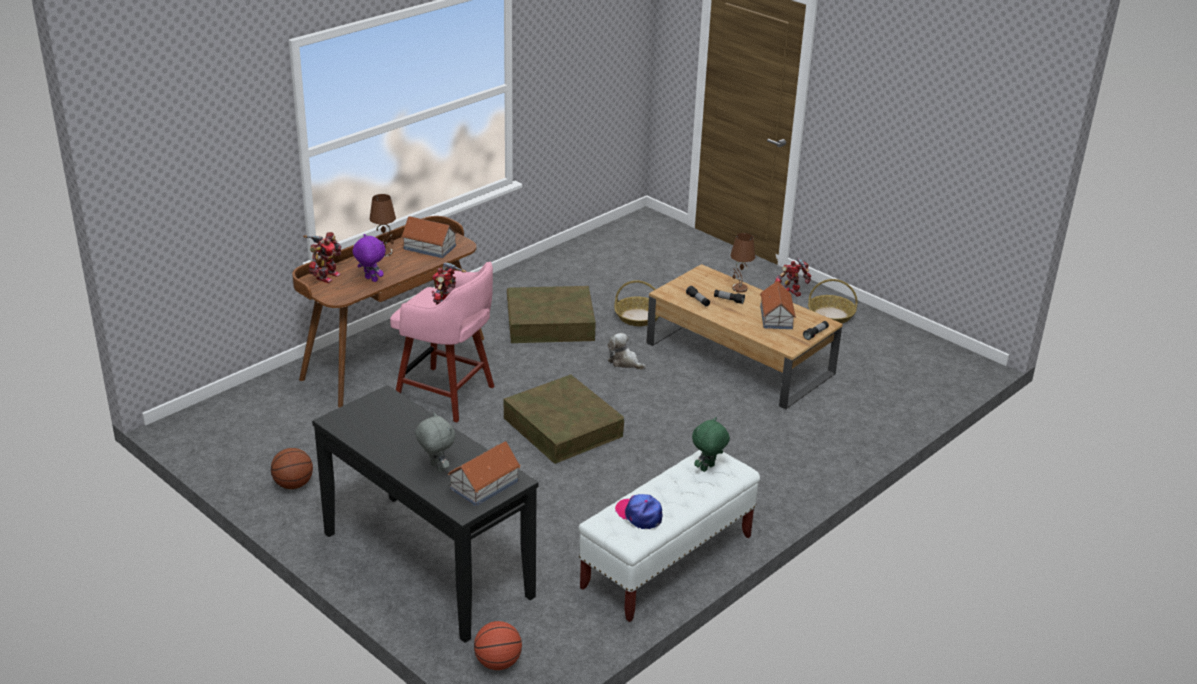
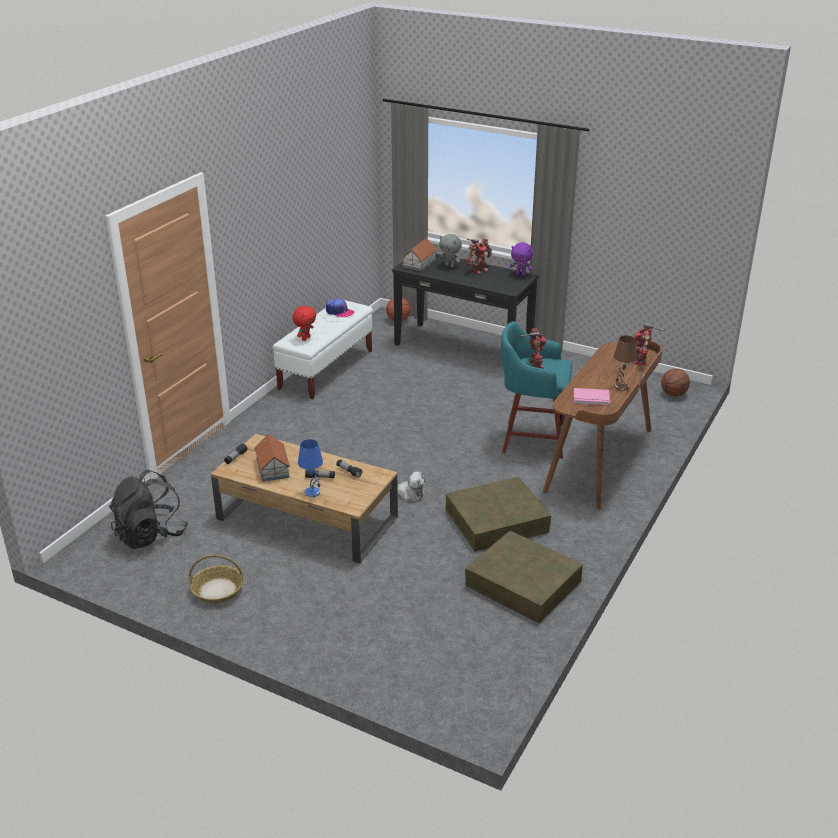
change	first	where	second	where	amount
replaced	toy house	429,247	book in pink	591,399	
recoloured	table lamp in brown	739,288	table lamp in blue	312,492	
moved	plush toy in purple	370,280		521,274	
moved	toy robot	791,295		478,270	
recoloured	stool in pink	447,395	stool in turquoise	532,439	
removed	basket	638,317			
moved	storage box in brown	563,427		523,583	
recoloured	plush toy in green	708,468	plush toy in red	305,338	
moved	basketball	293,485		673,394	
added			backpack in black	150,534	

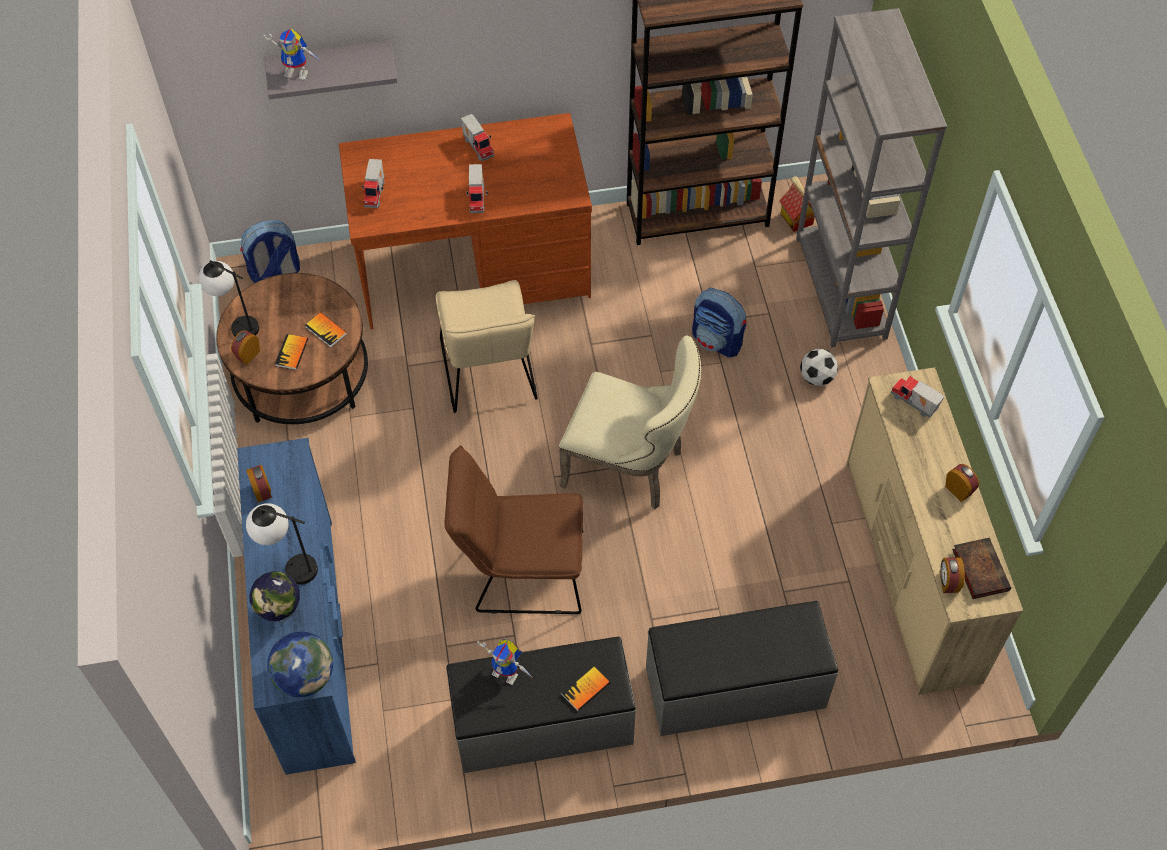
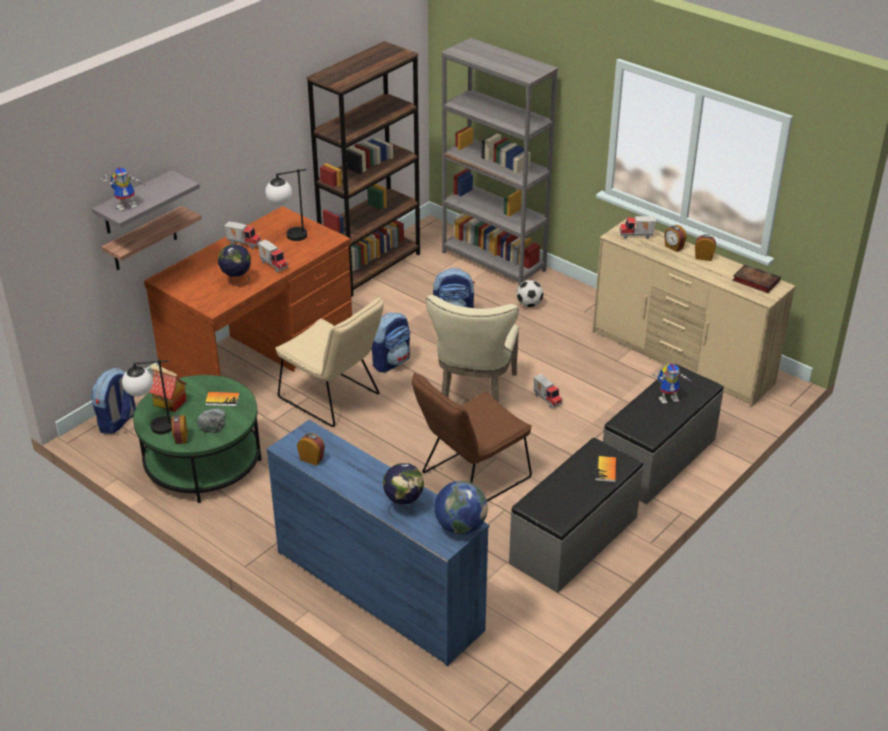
change	first	where	second	where	amount
moved	toy truck	376,193		547,399	
moved	toy house	795,218		169,403	
recoloured	coffee table in brown	302,375	coffee table in green	203,462	
replaced	book	292,352	cap in grey	212,421	
turned	chair in beige	630,467		475,395	120 degrees clockwise
moved	table lamp	289,566		288,237	
moved	alarm clock	948,582		673,247	
moved	toy robot	508,672		669,397	
added			shelf	144,239	
added			globe	236,281	
added			backpack	391,362	

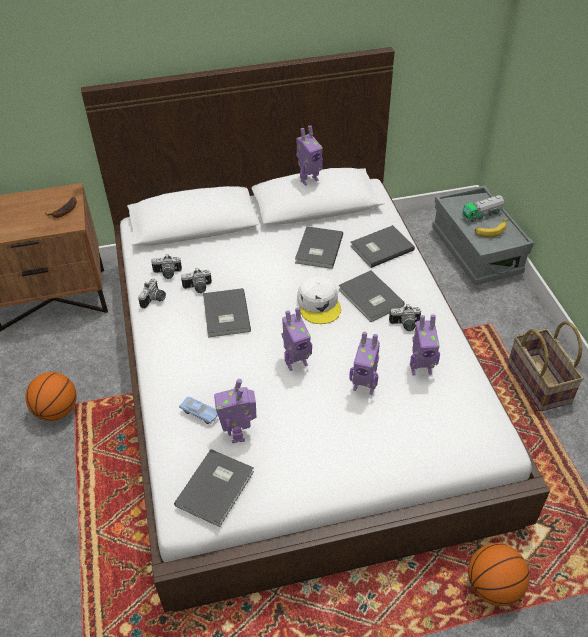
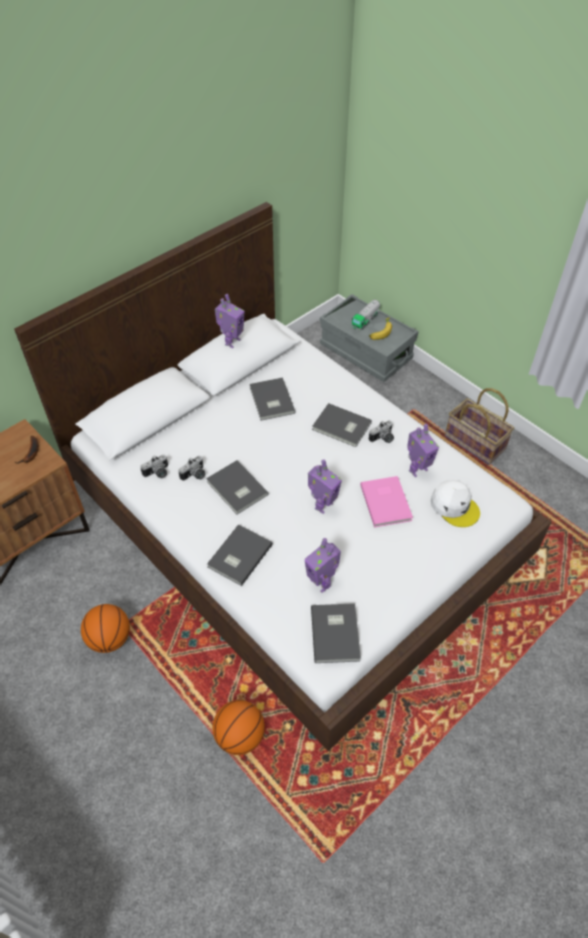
change	first	where	second	where	amount
moved	book in grey	380,247		238,556	
moved	cap in white	319,304		454,506	
removed	photo camera	154,300			
replaced	toy robot	364,386	book in pink	387,501	
removed	toy car in blue	199,413			
moved	basketball	493,587		240,736	

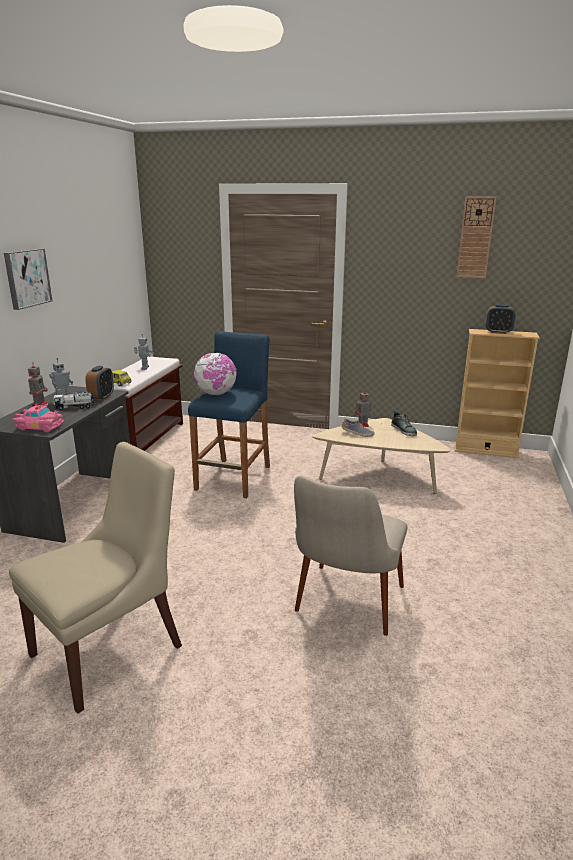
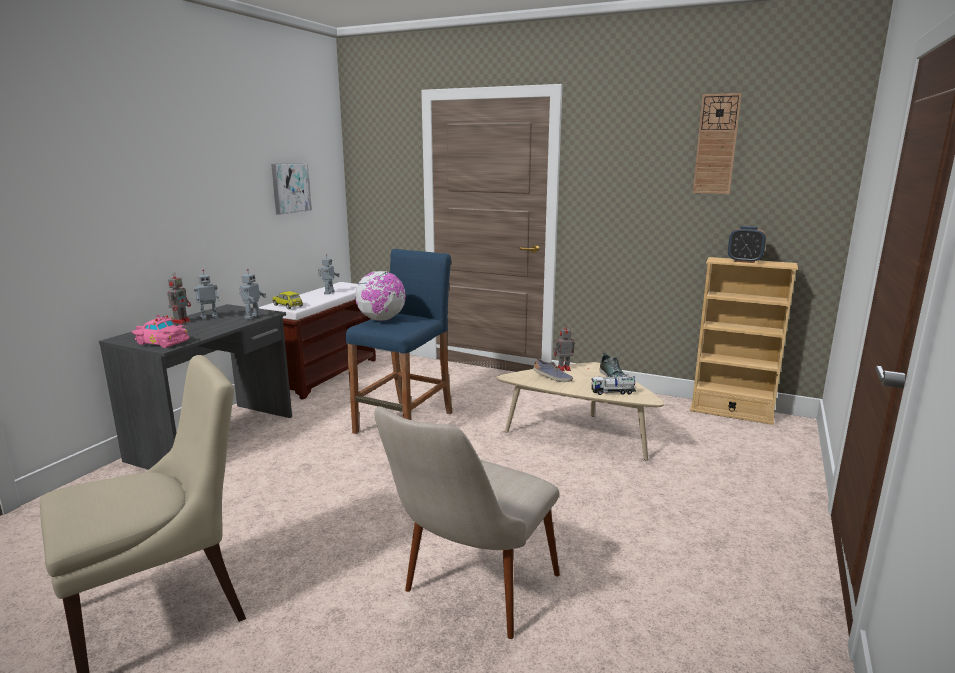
change	first	where	second	where	amount
moved	picture	27,278		290,188	
replaced	alarm clock	101,397	toy robot	252,317	
moved	toy truck	74,407		613,392	

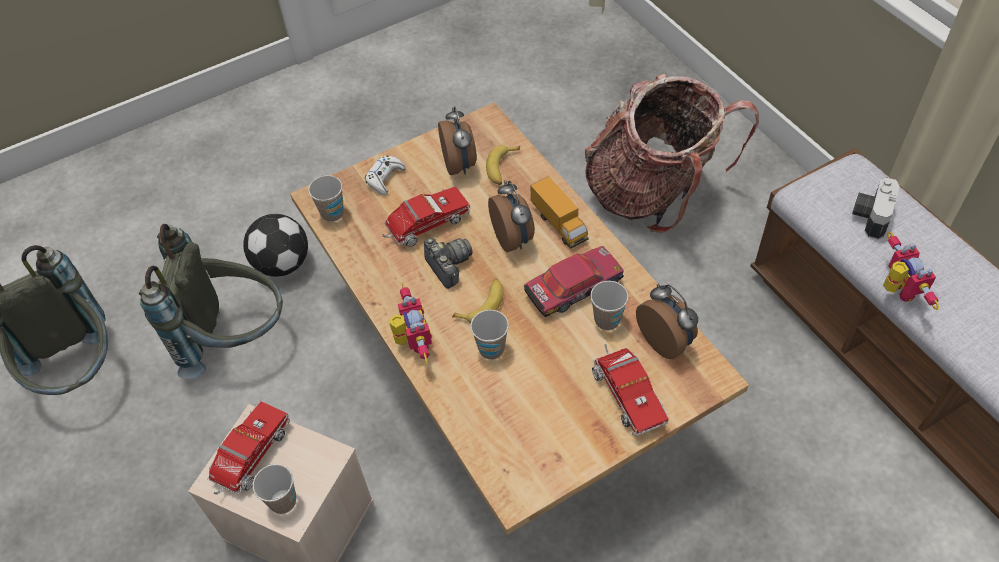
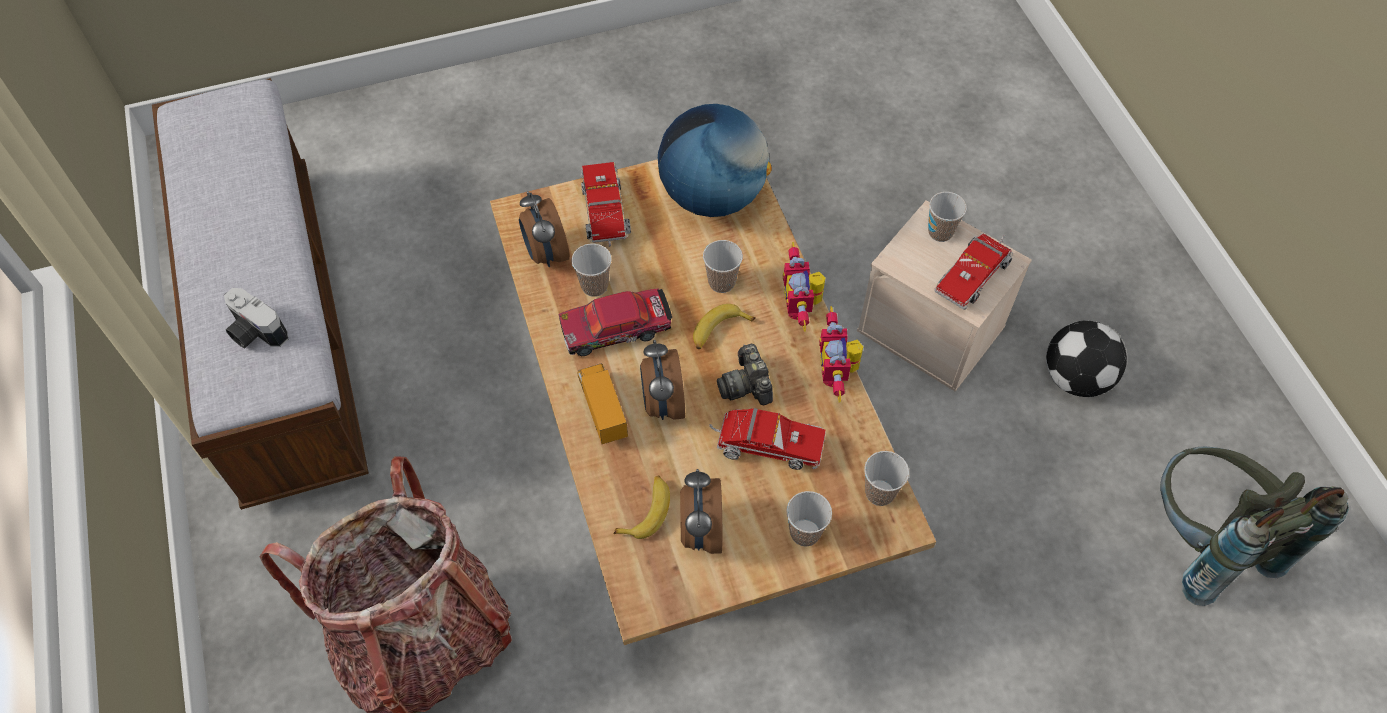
change	first	where	second	where	amount
replaced	game controller in white	385,178	cup	805,533	
turned	photo camera	869,216		254,333	90 degrees clockwise
turned	toy truck	425,226		764,446	150 degrees counterclockwise
moved	football	281,264		1076,378	
removed	backpack in grey	236,340			
moved	toy robot	896,291		837,373	
added			globe	712,196	

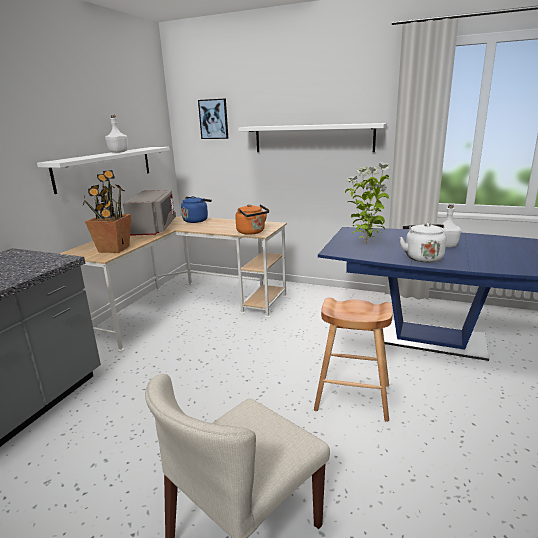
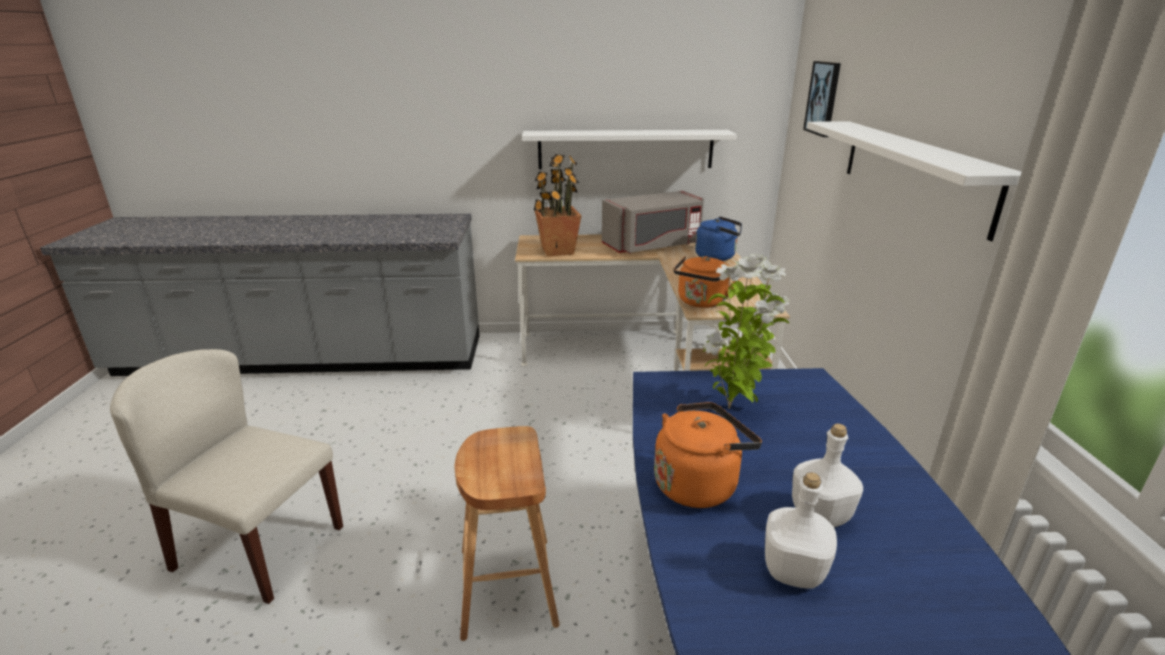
change	first	where	second	where	amount
moved	bottle in white	118,152		791,571	
recoloured	kettle in white	422,257	kettle in orange	698,484	

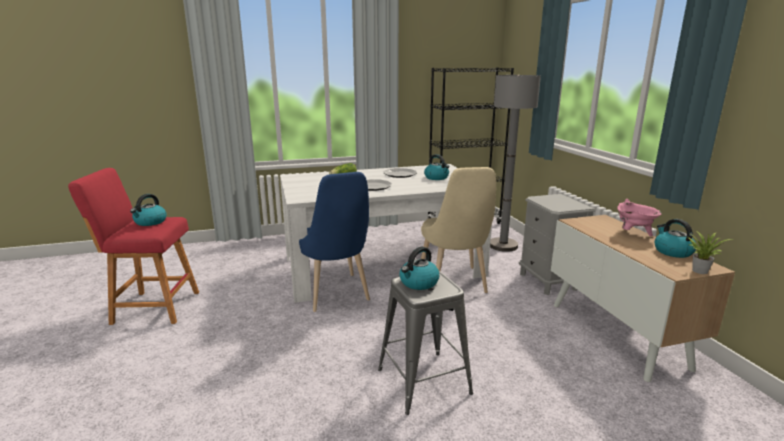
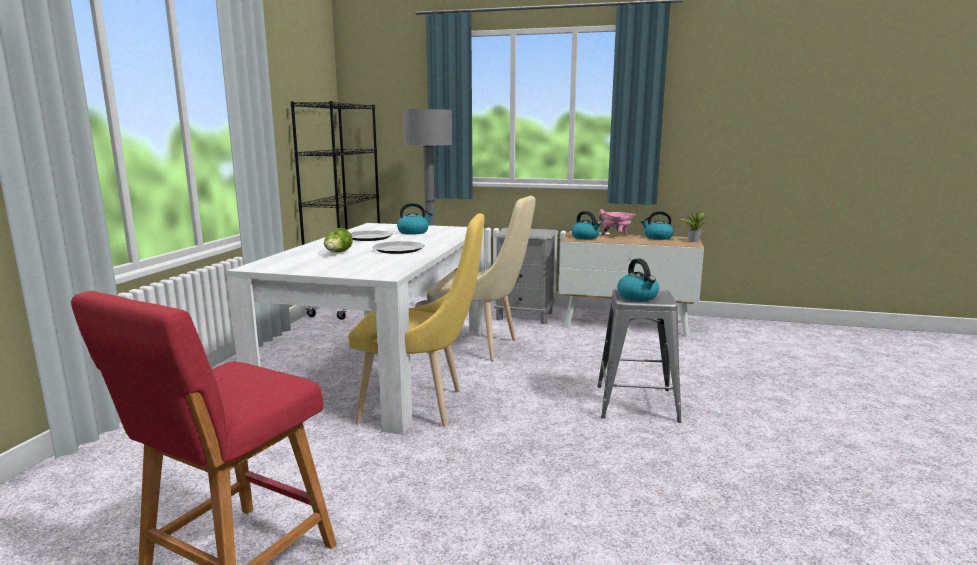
change	first	where	second	where	amount
recoloured	chair in blue	335,295	chair in yellow	419,406	
moved	kettle	150,222		586,237	

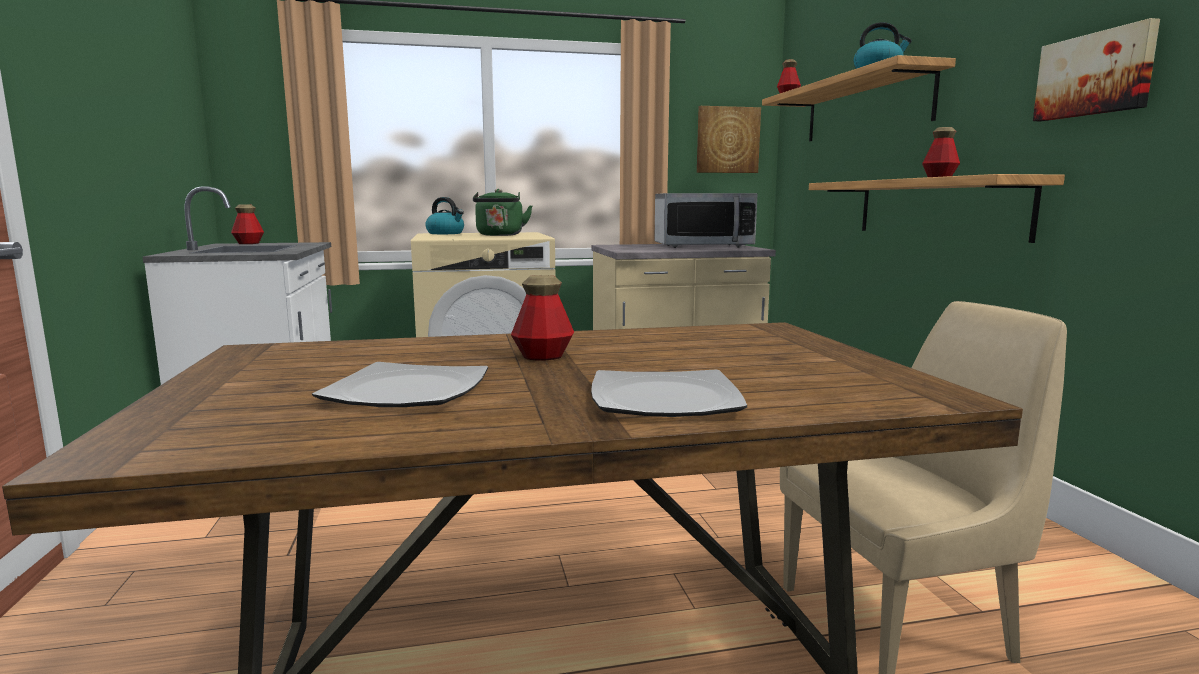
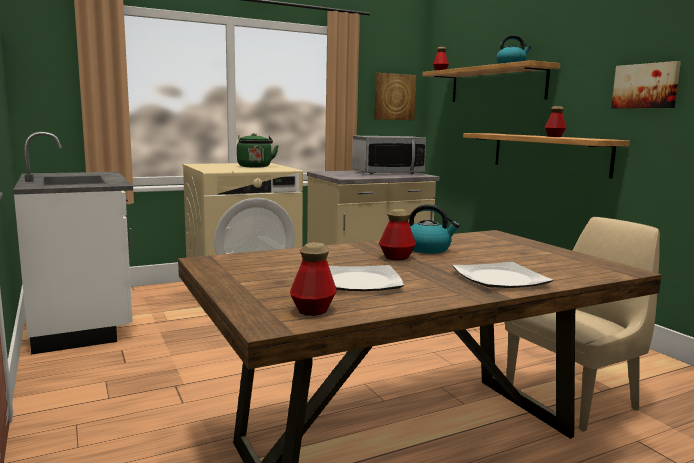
change	first	where	second	where	amount
moved	kettle	446,233		428,249	
moved	bottle	248,243		313,310	

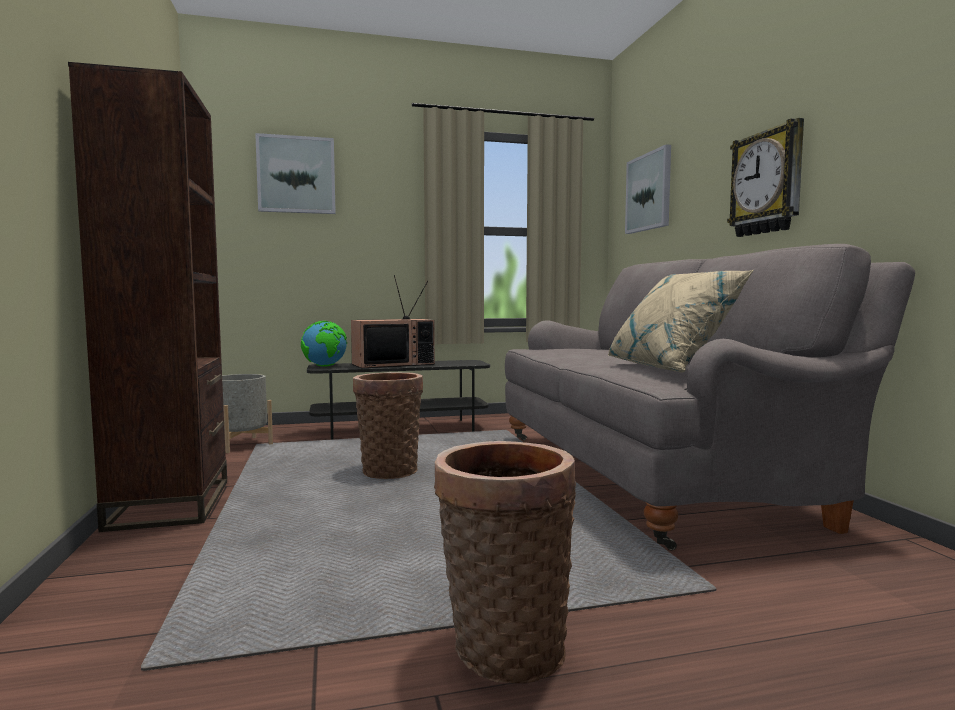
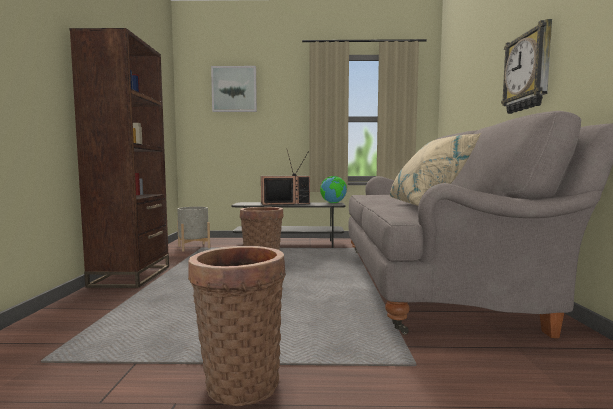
change	first	where	second	where	amount
removed	picture	649,192			
moved	globe	325,366		333,203	

